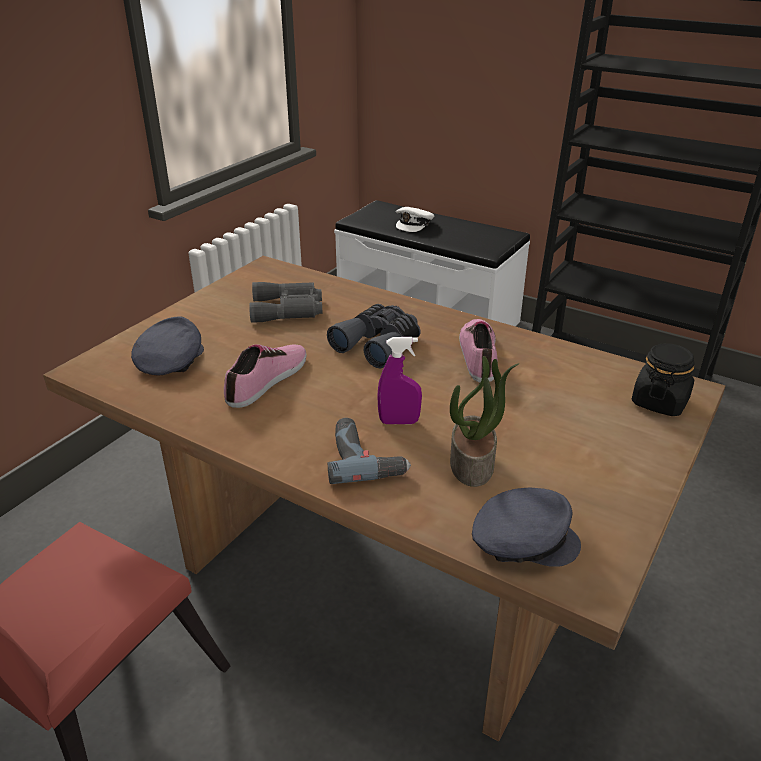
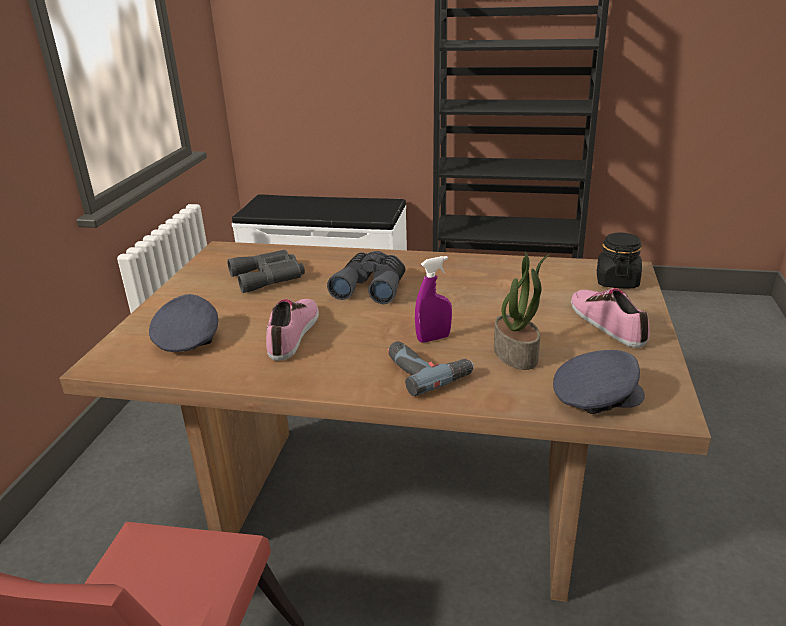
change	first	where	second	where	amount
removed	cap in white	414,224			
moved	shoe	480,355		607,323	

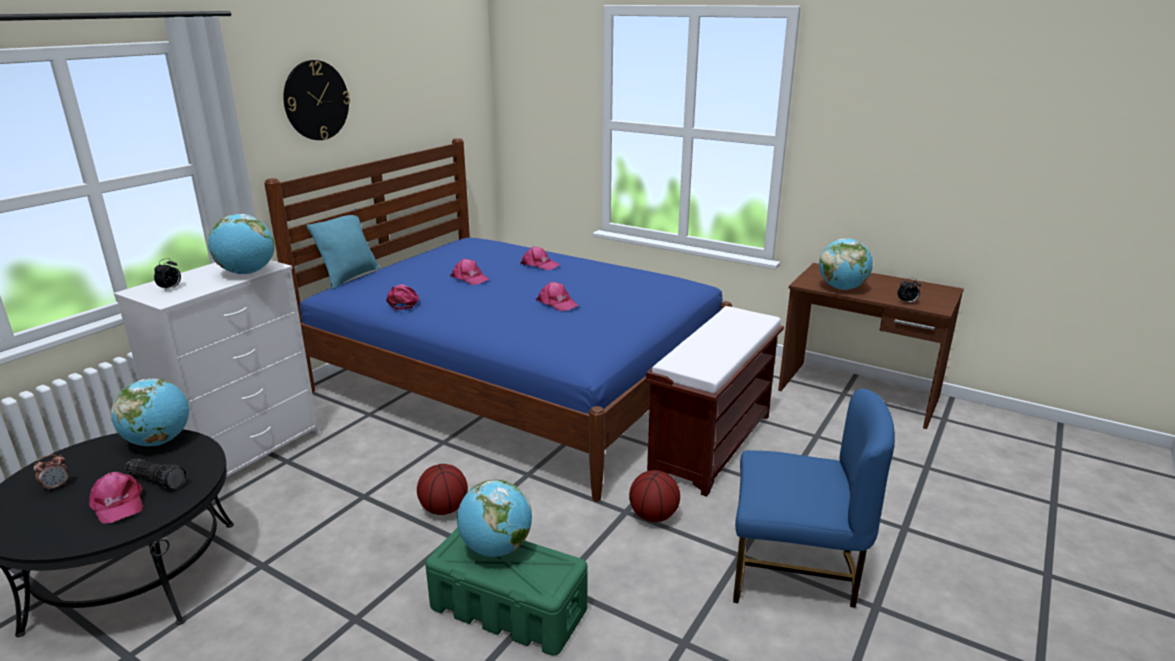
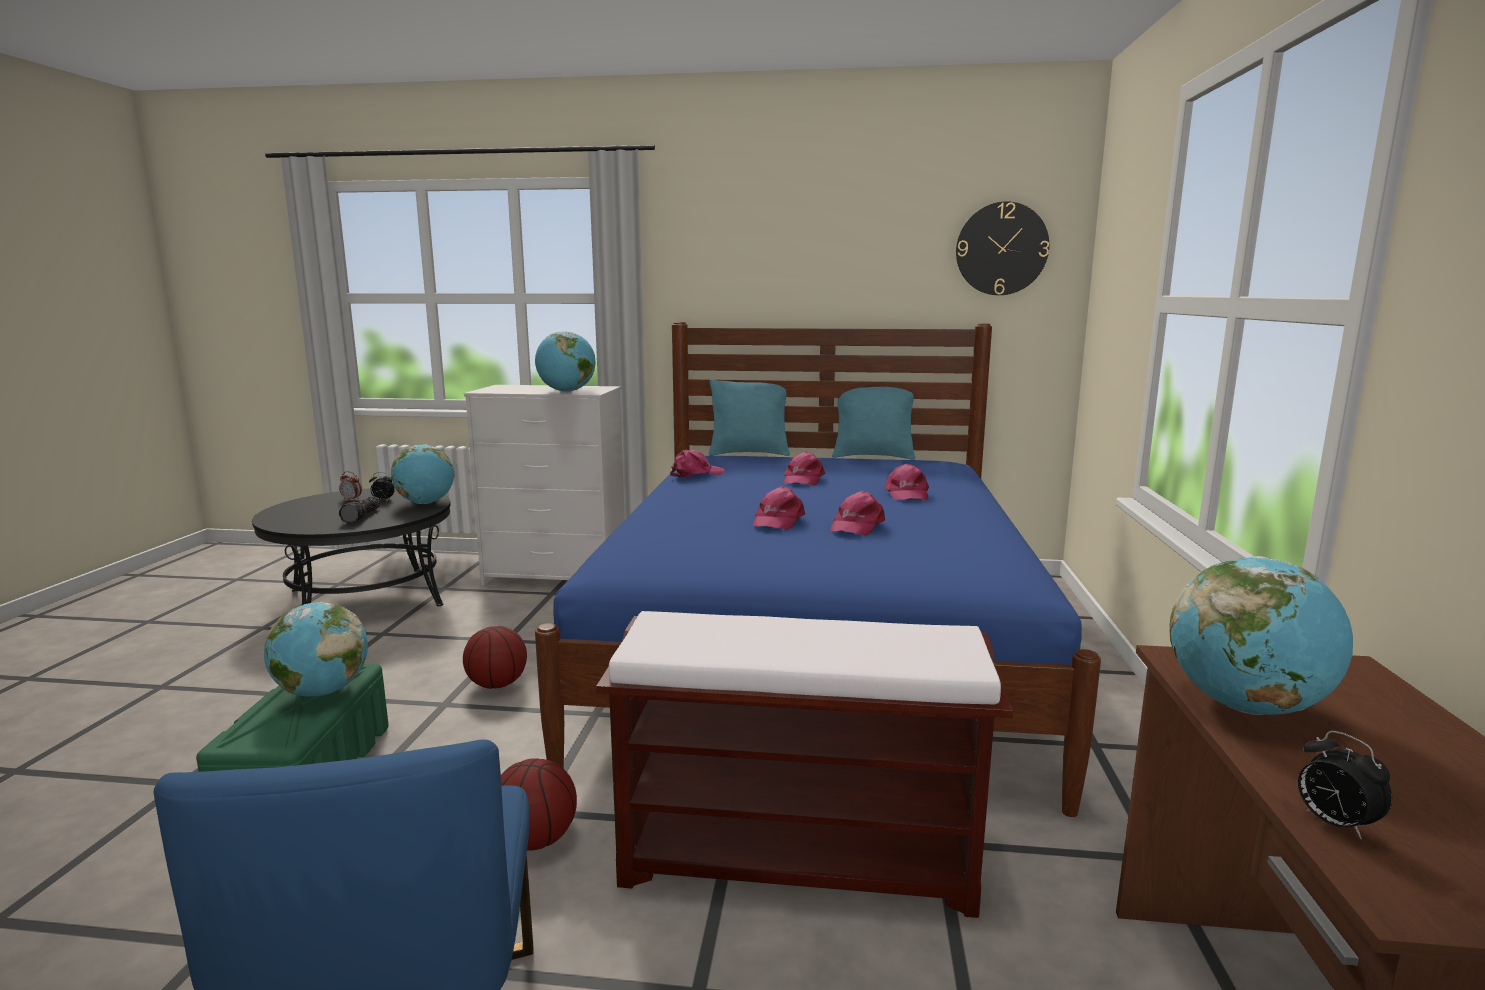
change	first	where	second	where	amount
moved	wall clock	316,100		1001,249	
moved	alarm clock	170,288		382,500	
moved	cap in pink	118,504		856,525	
added			pillow in turquoise	873,456	

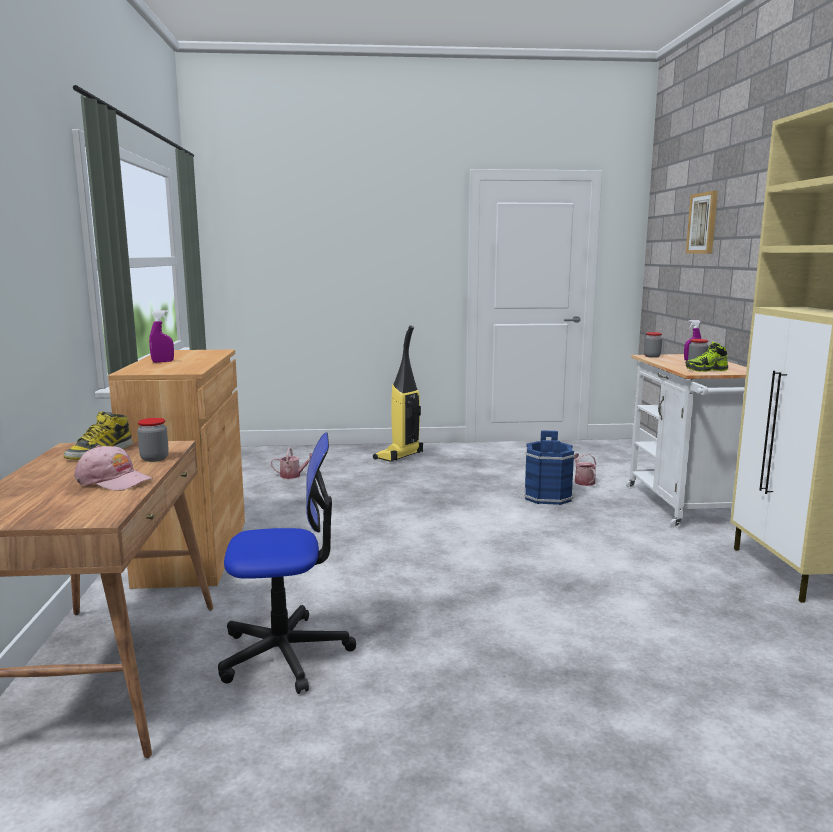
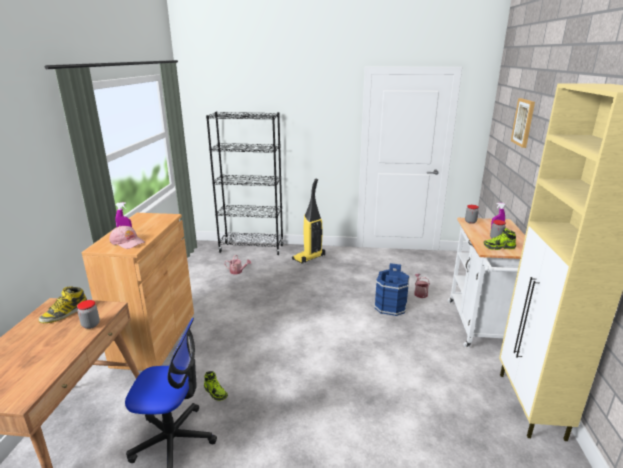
change	first	where	second	where	amount
moved	cap in pink	114,480		127,242	
added			bookcase in black	252,249	
added			shoe	215,392	

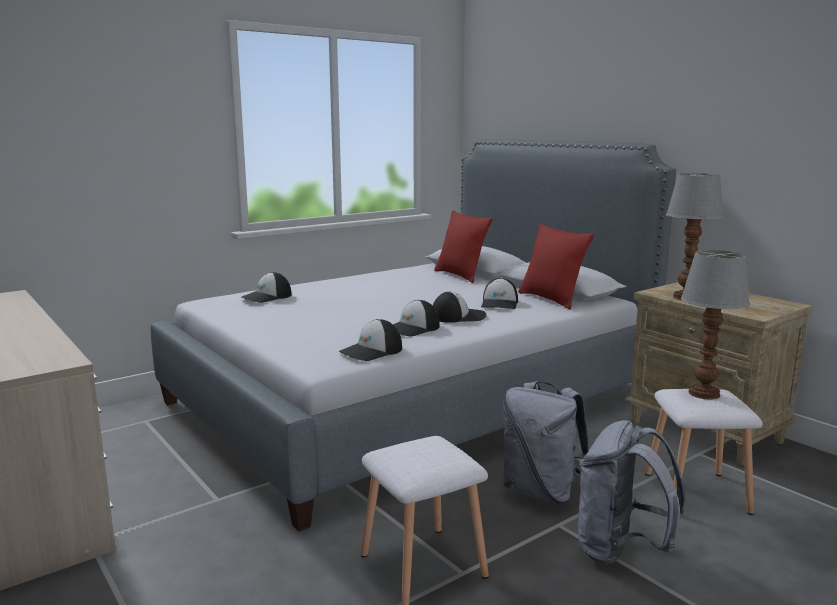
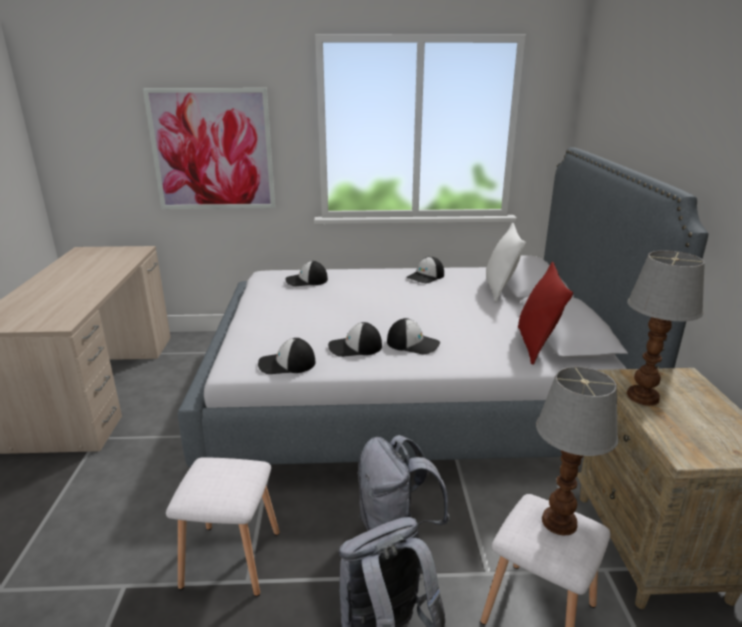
change	first	where	second	where	amount
recoloured	pillow in red	460,275	pillow in white	500,289	
moved	cap	500,304		426,276	
added			picture	212,150	

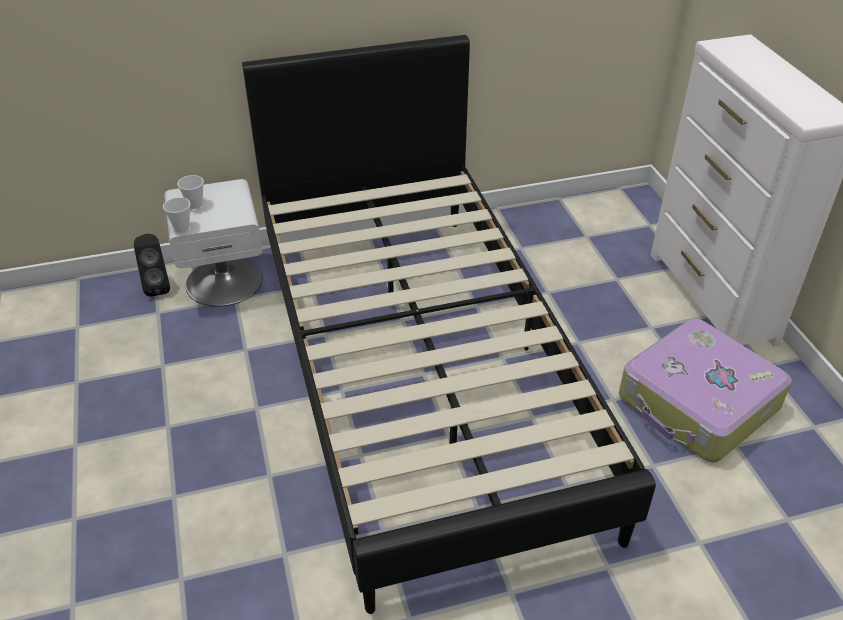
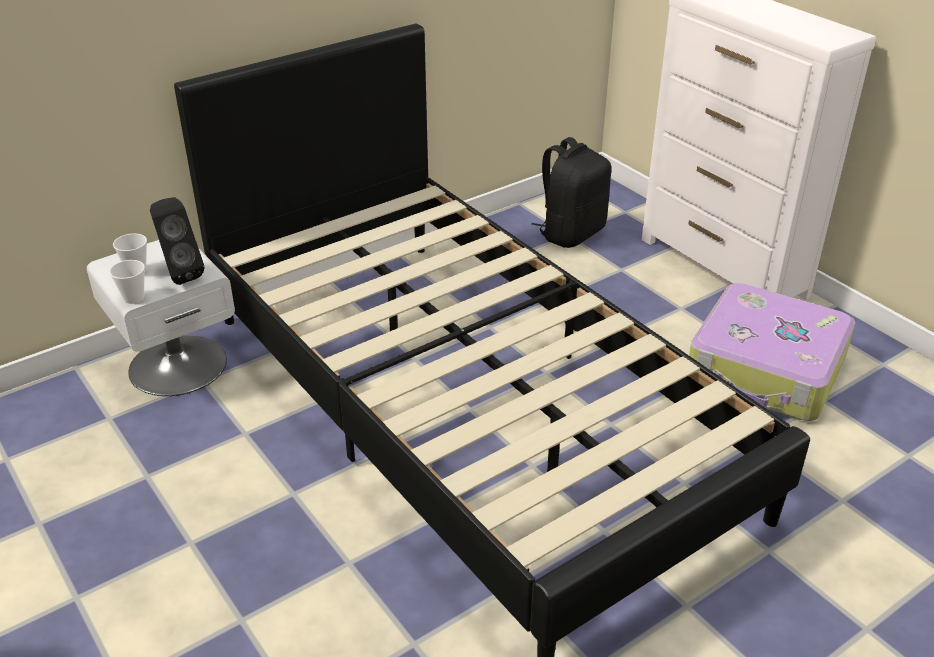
change	first	where	second	where	amount
moved	speaker in black	157,286		179,274	
added			backpack in black	571,233	

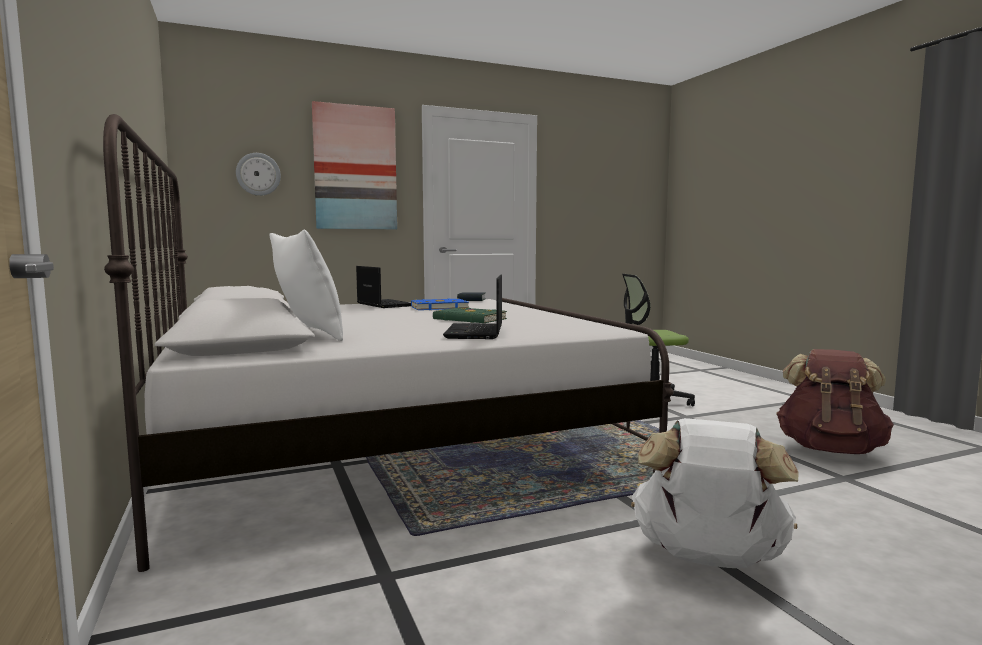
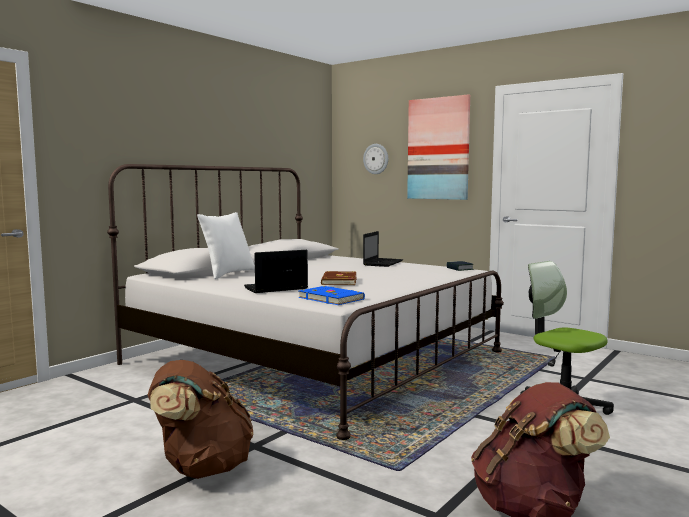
change	first	where	second	where	amount
moved	book in blue	439,307		331,298	
recoloured	book in green	469,319	book in brown	338,281	
recoloured	backpack in white	708,559	backpack in brown	202,468	

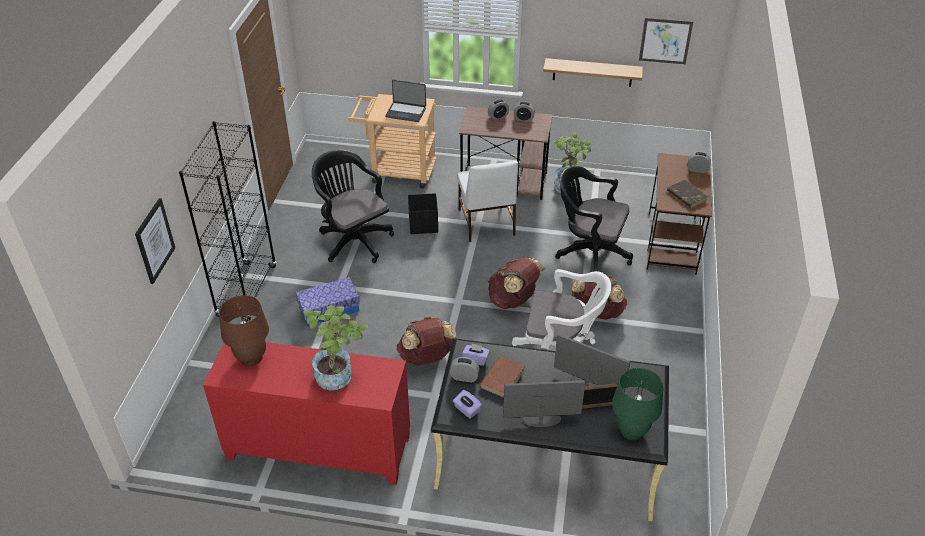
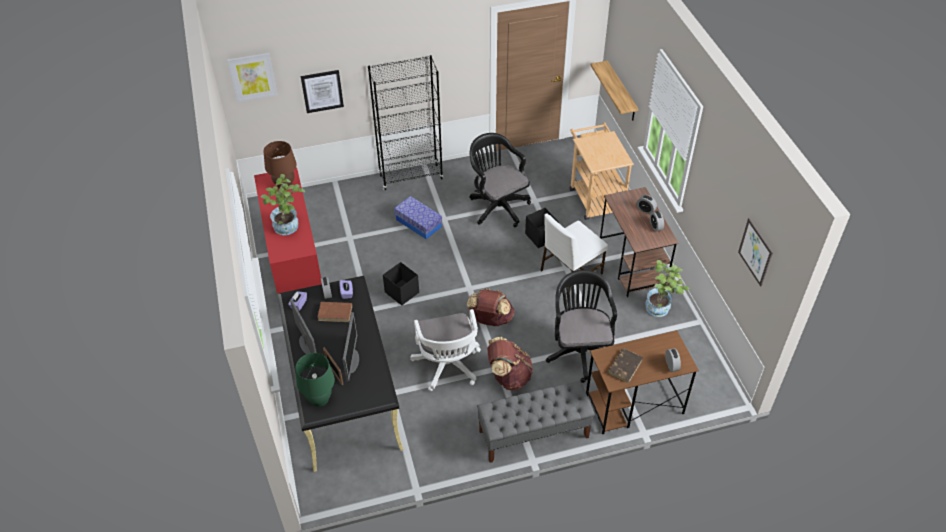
change	first	where	second	where	amount
moved	shelf	592,72		621,92	
removed	laptop	406,112			
turned	office chair in black	353,240		497,206	60 degrees counterclockwise
replaced	backpack in brown	426,358	storage box in black	401,292	
added			picture	252,77	
added			bench in grey	533,434	

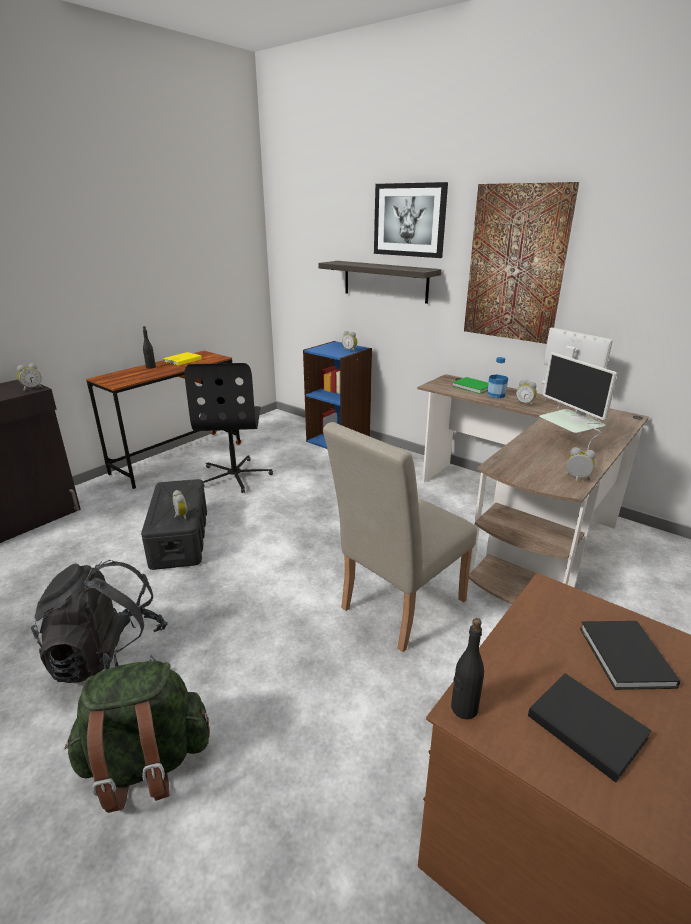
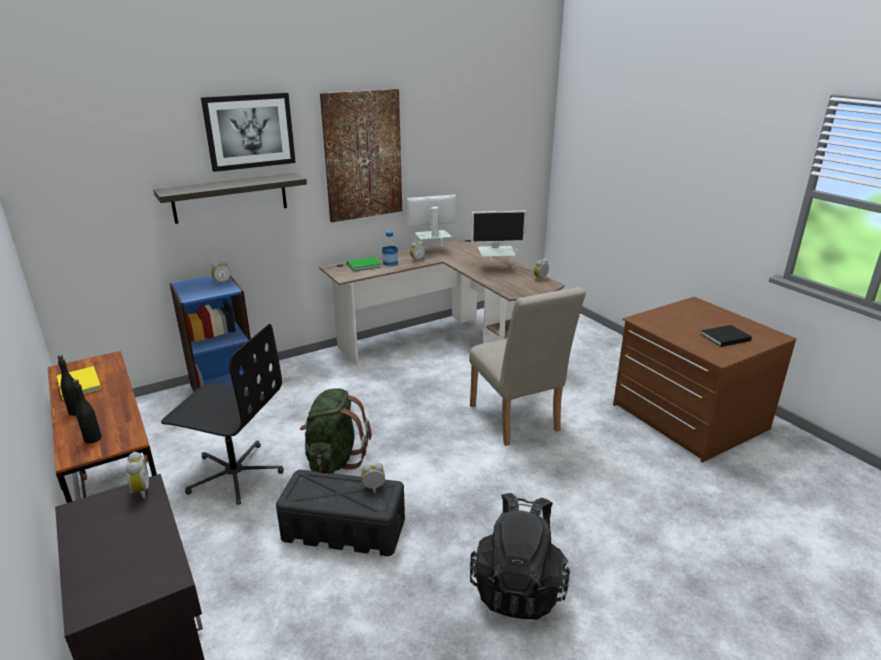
change	first	where	second	where	amount
moved	bottle in black	463,708		93,439	
removed	book in black	625,658			
moved	backpack in green	146,763		334,459	

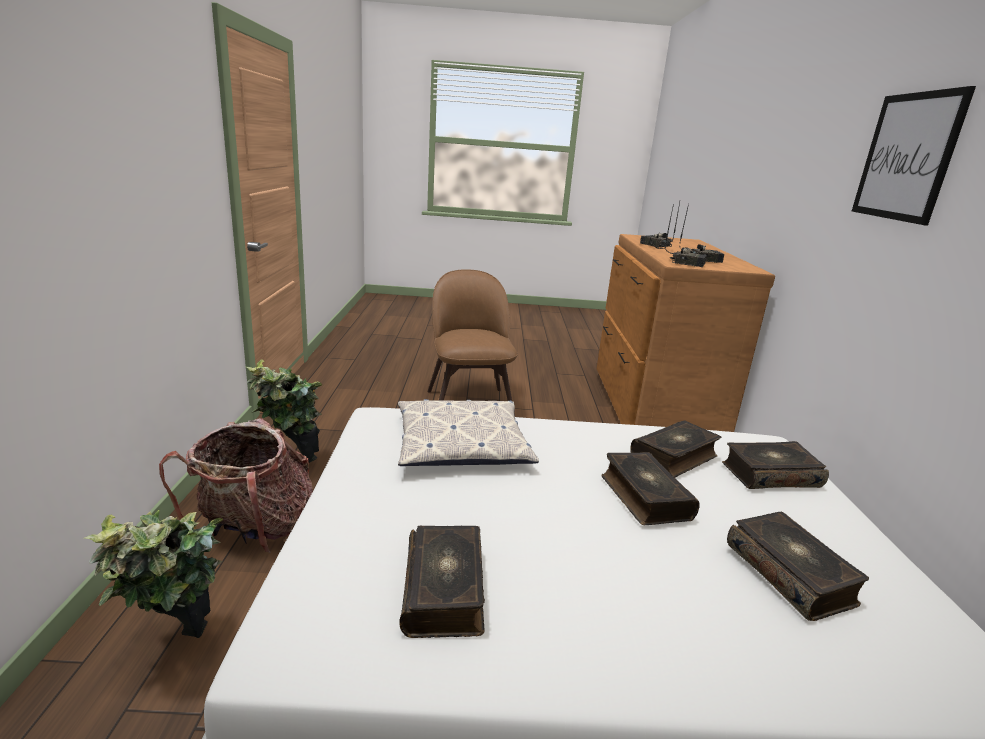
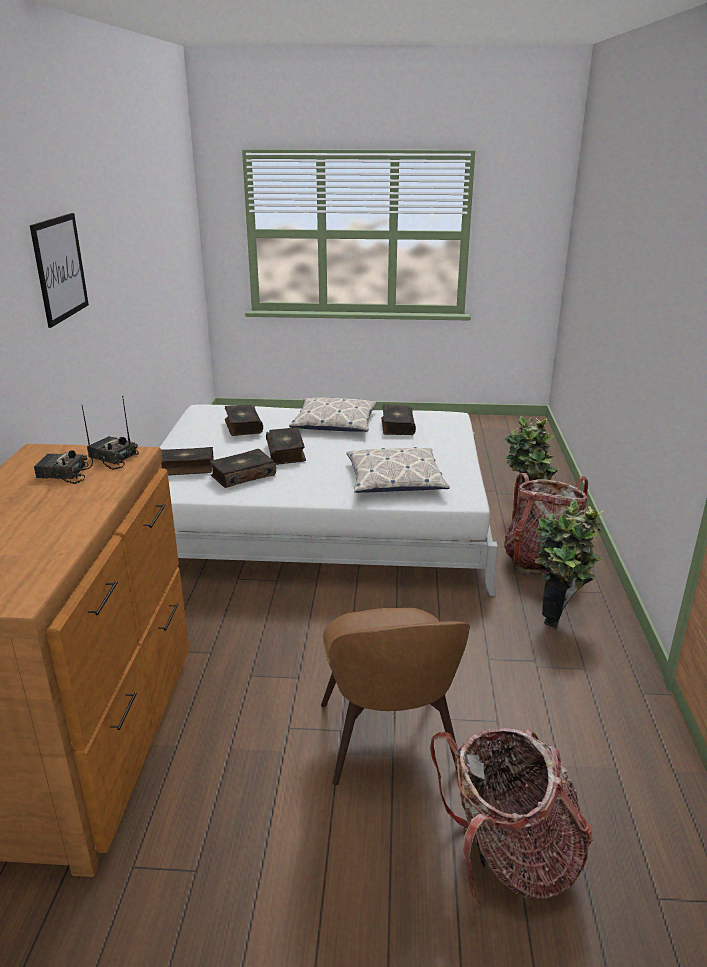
change	first	where	second	where	amount
removed	radio	655,246			
added			pillow	334,423	
added			backpack	509,857	

